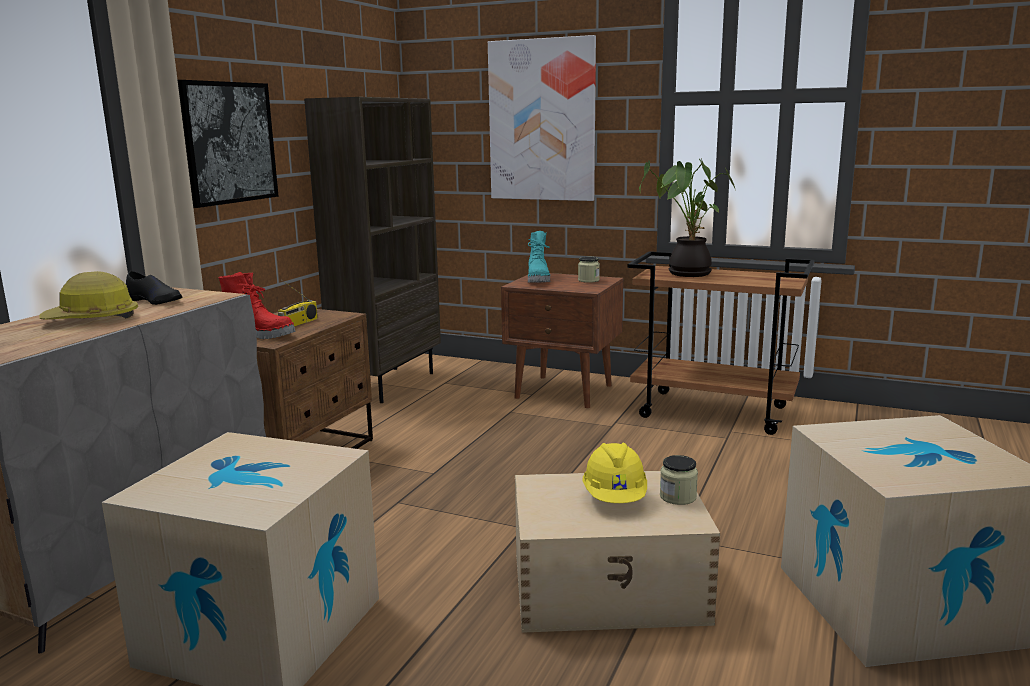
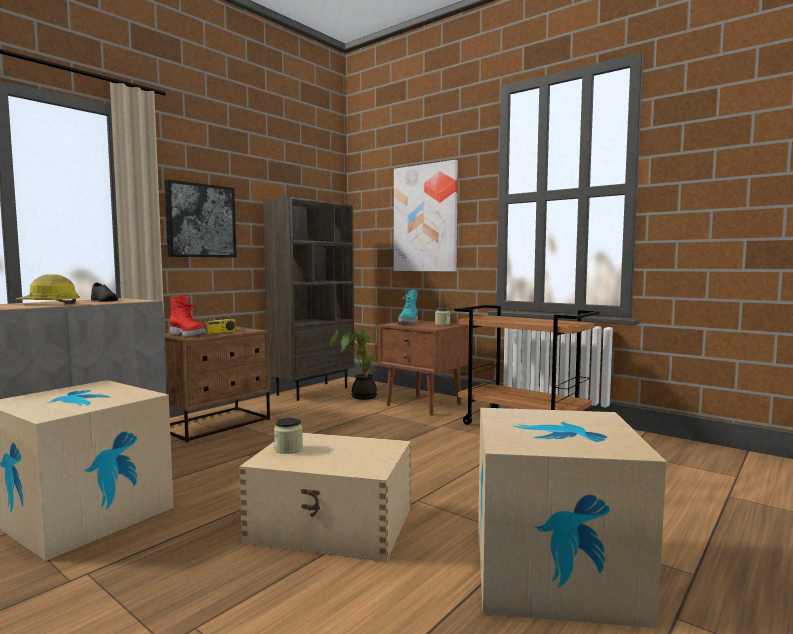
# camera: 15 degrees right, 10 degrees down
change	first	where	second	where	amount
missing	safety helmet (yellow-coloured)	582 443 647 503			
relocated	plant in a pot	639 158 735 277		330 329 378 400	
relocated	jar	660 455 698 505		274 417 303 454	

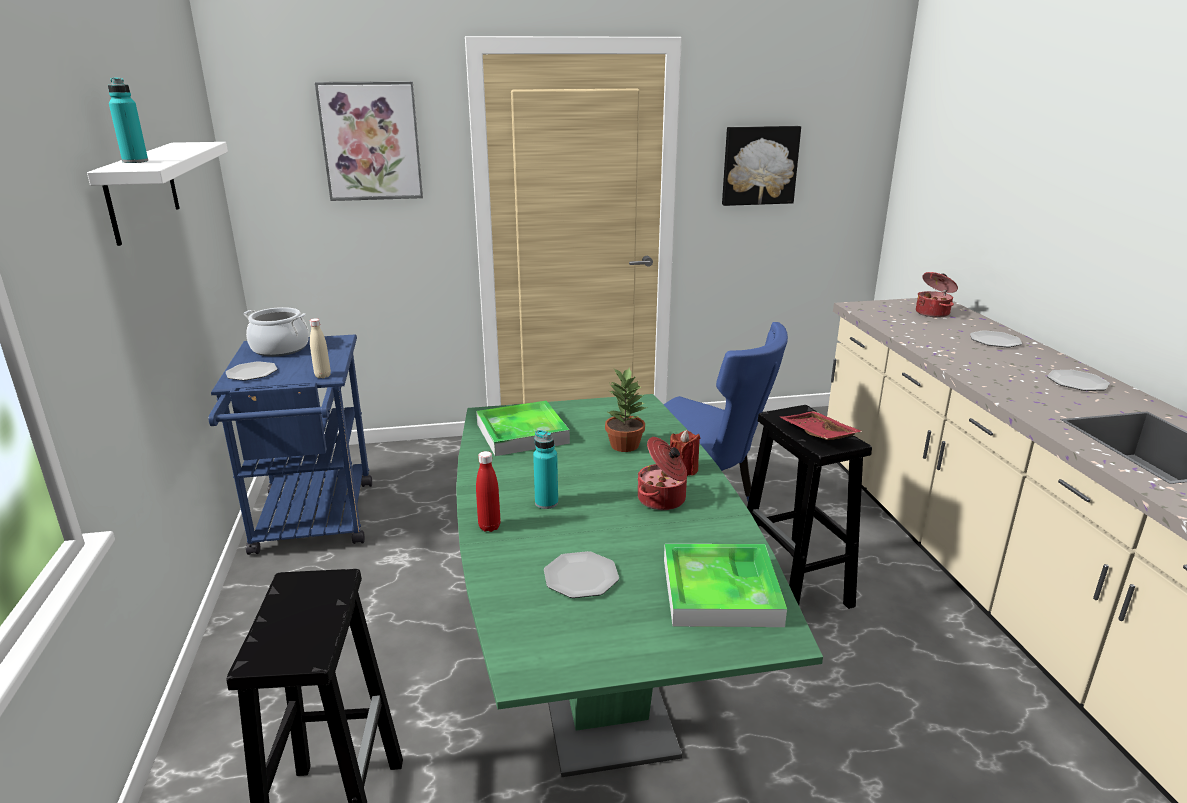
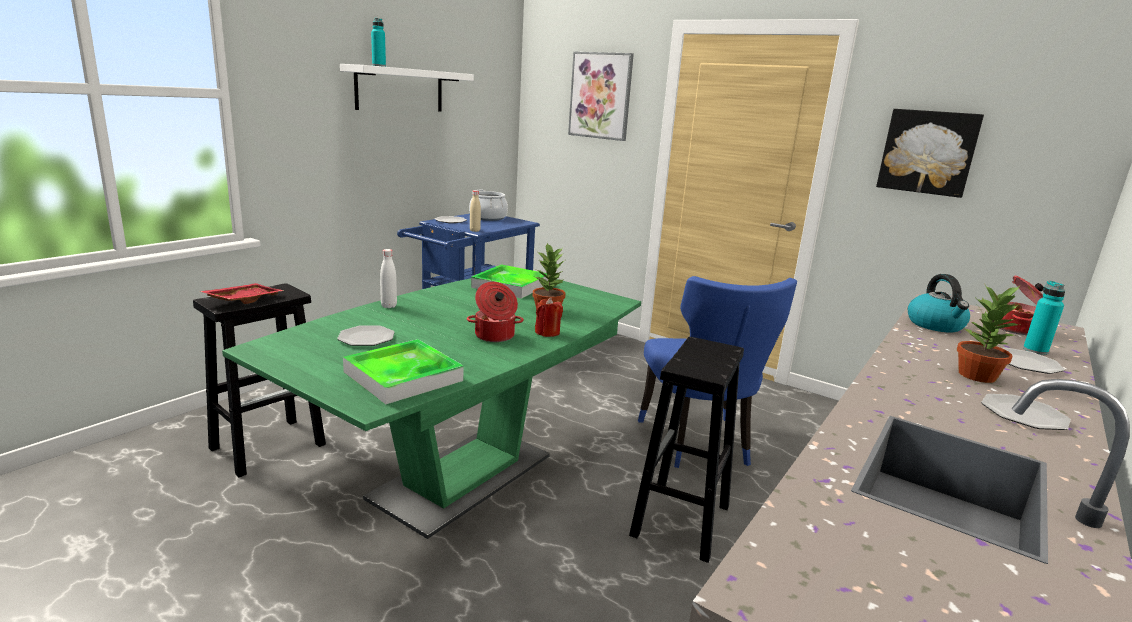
# camera: 45 degrees right, 5 degrees down
change	first	where	second	where	amount
colour	beverage bottle (red)	476 451 500 532	beverage bottle (white)	380 249 397 308	
relocated	beverage bottle (blue-green)	533 430 558 509		1023 281 1065 355	
relocated	tray (red)	780 411 863 440		200 283 283 304	
appeared			water kettle	908 274 970 332	
appeared			plant in a pot	957 285 1021 383	

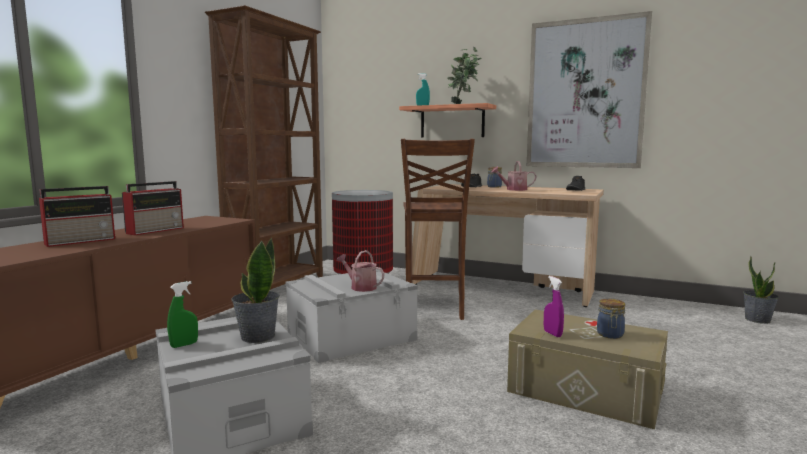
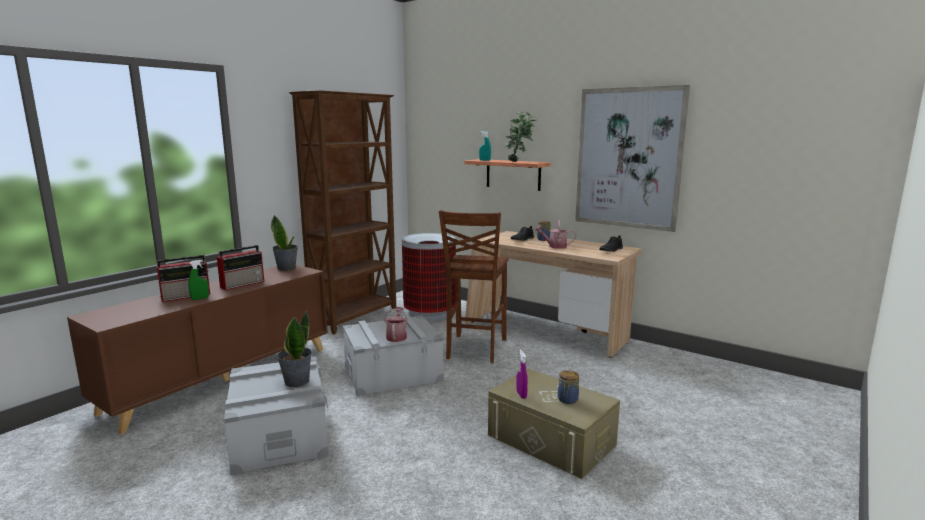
# camera: 10 degrees right, 5 degrees up
change	first	where	second	where	amount
relocated	spray bottle (green-coloured)	167 281 198 348		188 260 209 300	
spun	watering pot	336 250 384 292		384 307 408 342	45 degrees clockwise
relocated	plant in a pot	743 256 779 324		271 215 298 271	

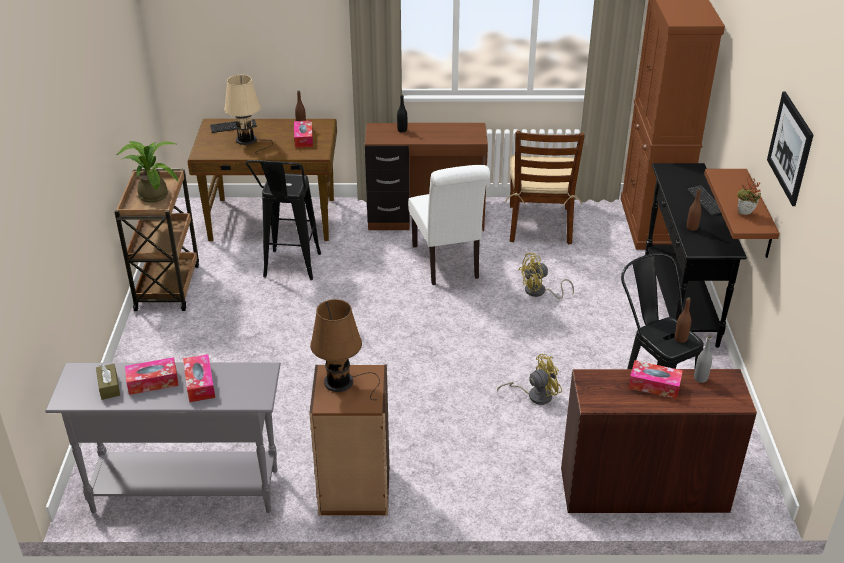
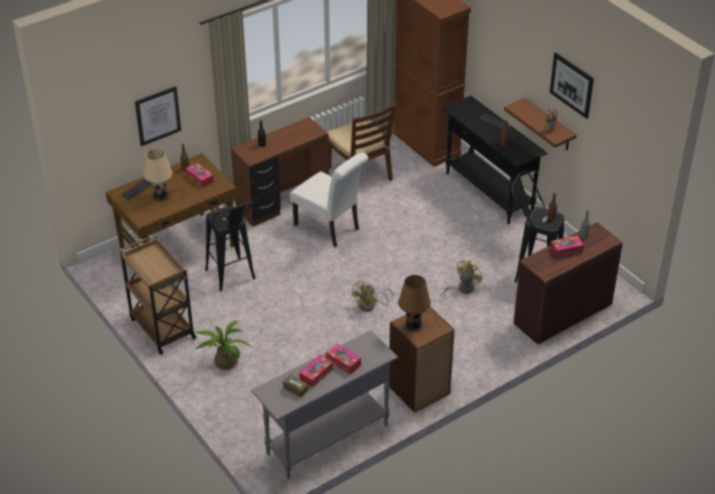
# camera: 35 degrees left, 5 degrees up
change	first	where	second	where	amount
relocated	plant in a pot	116 141 178 203		195 321 250 370	
relocated	fan (yellow-coloured)	519 253 574 299		351 280 393 311	
appeared			wall art	135 86 181 146	

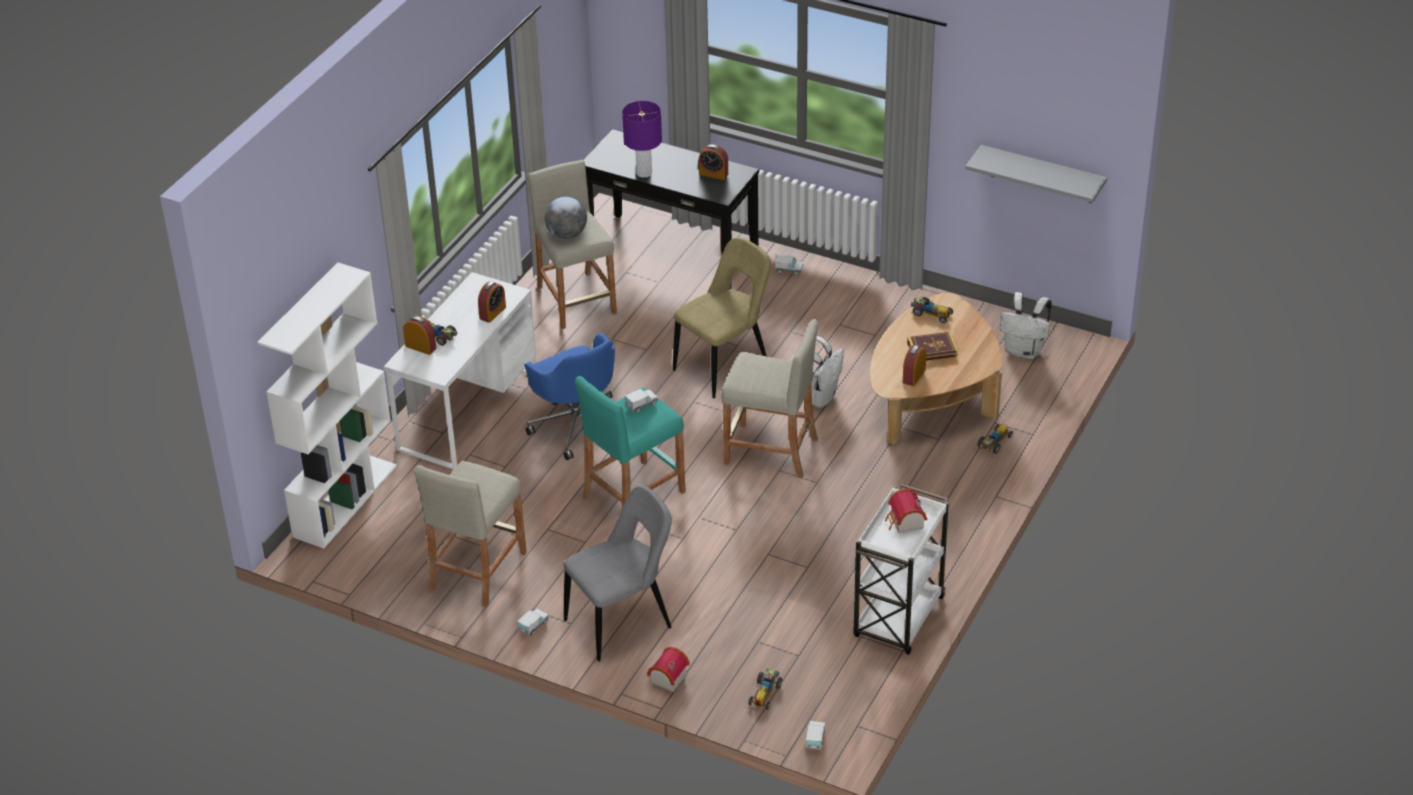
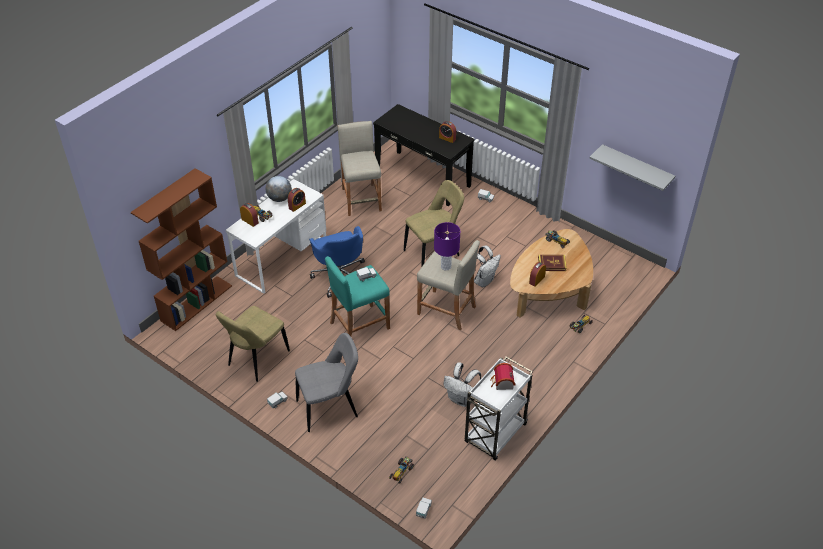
# camera: 10 degrees right, 5 degrees up
change	first	where	second	where	amount
colour	shelving unit (white)	257 262 397 549	shelving unit (brown)	131 168 232 331	
exchanged	stool seat (sand-coloured)	414 461 527 607	plain chair (sand-coloured)	216 306 290 382	
relocated	globe	545 197 587 239		266 176 292 202	
relocated	table lamp (purple)	622 101 662 178		434 222 460 271	
missing	miniature house	647 647 690 692			
relocated	knapsack (white)	1000 292 1052 359		443 362 481 407	

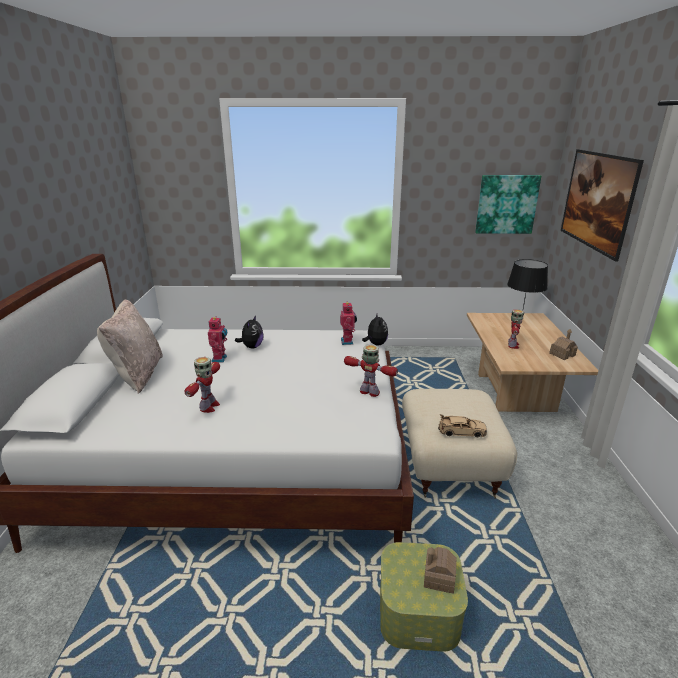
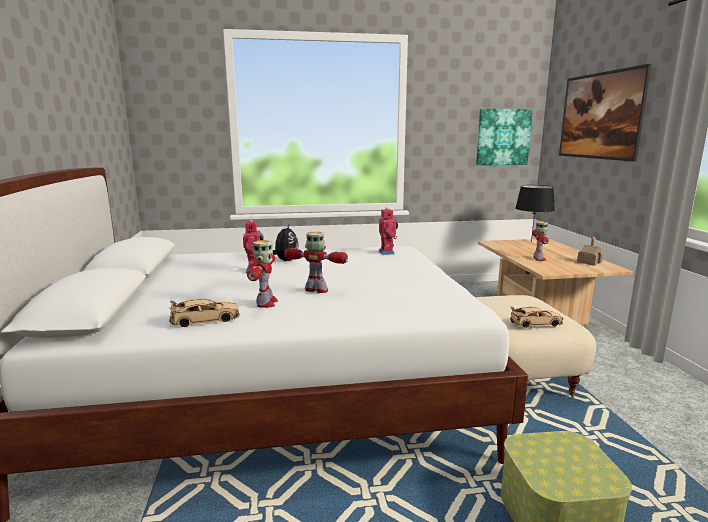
# camera: 10 degrees left, 10 degrees down
change	first	where	second	where	amount
missing	pillow (sand-coloured)	97 300 163 394			
relocated	toy robot	344 345 398 397		284 232 348 293	
missing	plush toy	362 312 388 346			
missing	miniature house	424 547 457 594			
appeared			miniature car (sand-coloured)	169 299 240 327	

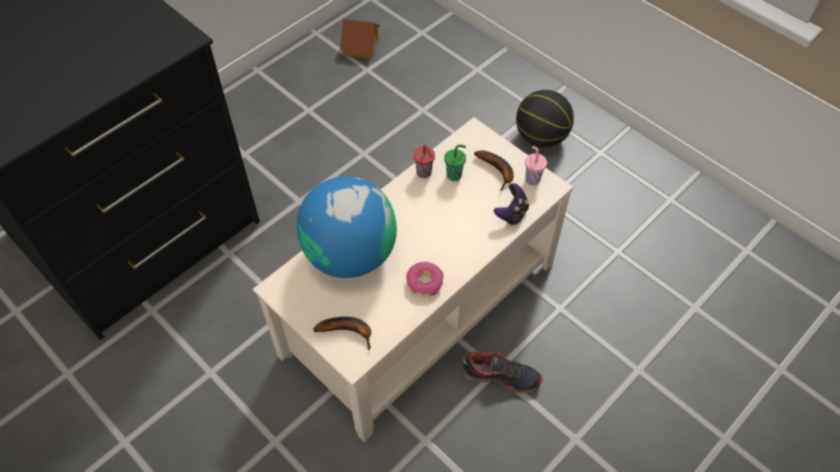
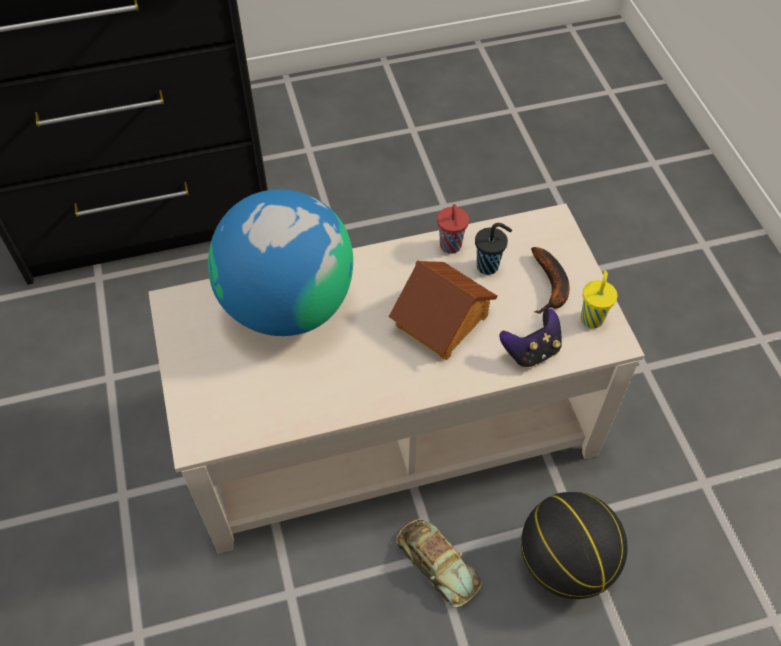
# camera: 30 degrees right, 0 degrees up
change	first	where	second	where	amount
missing	banana	313 317 371 350			
relocated	miniature house	340 19 380 59		389 261 498 360	
missing	donut	406 262 443 297			
colour	cup (green-coloured)	444 145 466 181	cup (black)	475 223 512 275	
exchanged	shoe	461 352 543 394	miniature car	396 519 482 608	
relocated	basketball ball	516 90 574 148		521 492 628 599	
colour	cup (pink)	525 147 547 185	cup (yellow-coloured)	581 270 617 328	

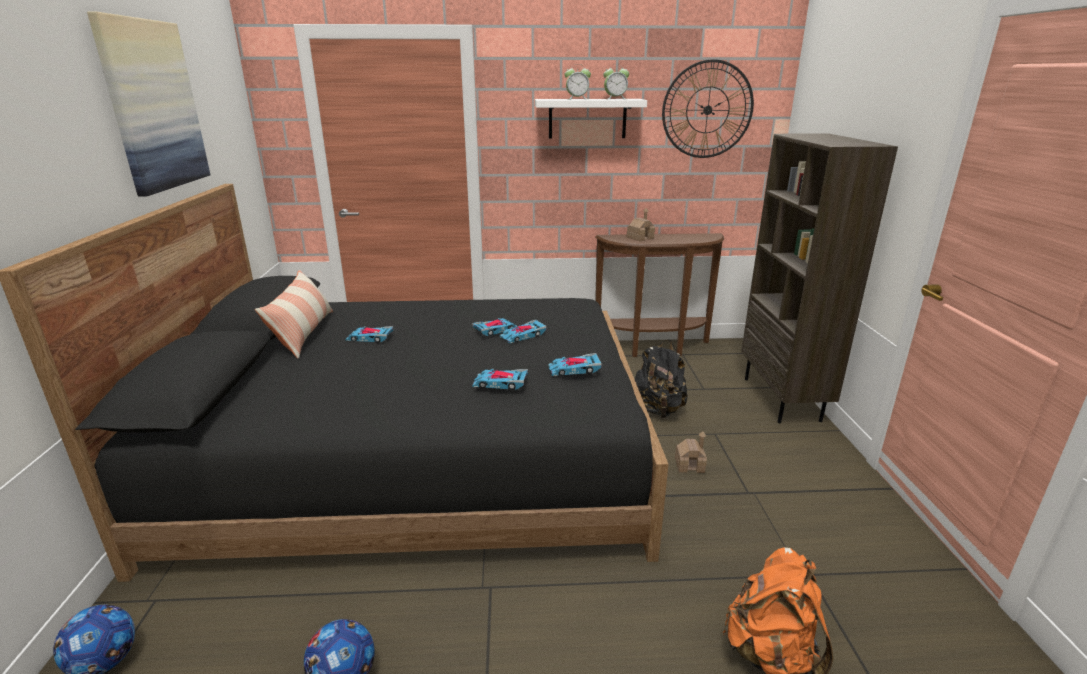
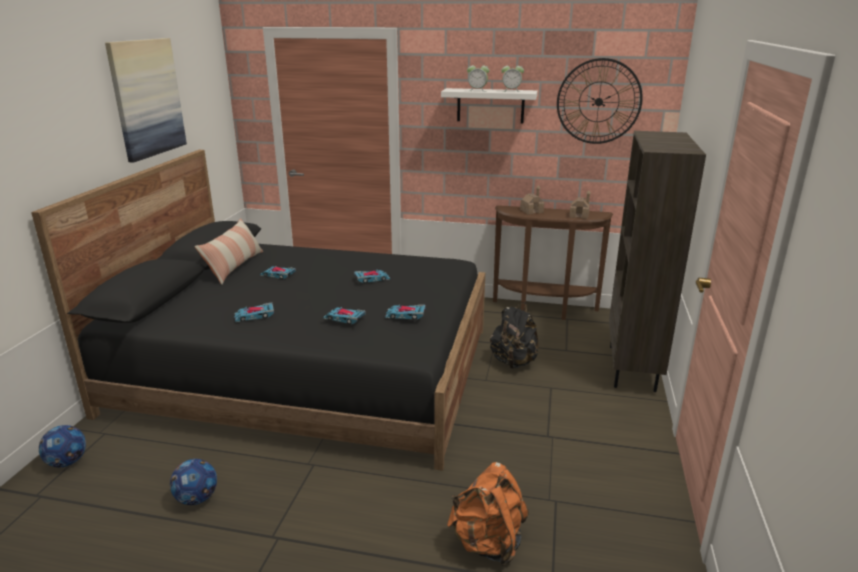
# camera: 15 degrees right, 0 degrees up
change	first	where	second	where	amount
relocated	miniature car	500 320 546 344		234 303 274 322	
relocated	miniature house	675 431 707 473		569 190 591 219	

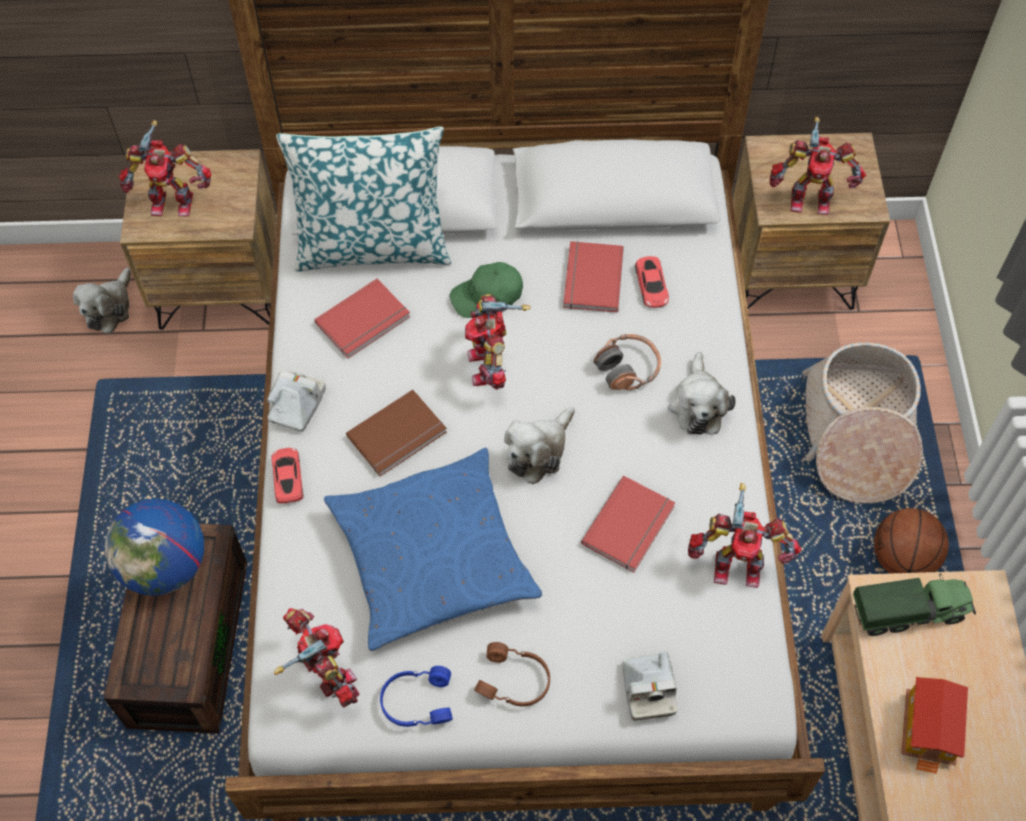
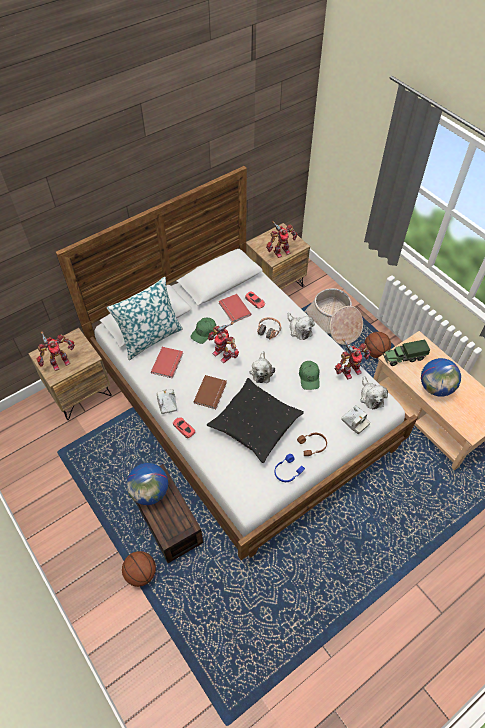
# camera: 35 degrees left, 5 degrees down
change	first	where	second	where	amount
relocated	plush toy	73 267 131 334		360 376 388 410	
missing	toy robot	274 608 360 707			
colour	pillow (blue-coloured)	324 448 542 651	pillow (black)	207 378 304 463	
exchanged	bound book (red)	581 476 675 572	peaked cap (green-coloured)	299 361 320 390	
spun	toy lorry	853 573 976 636		383 340 430 366	150 degrees counterclockwise
exchanged	miniature house	901 677 968 774	globe	421 358 461 397	
appeared			basketball ball	122 551 156 587	

